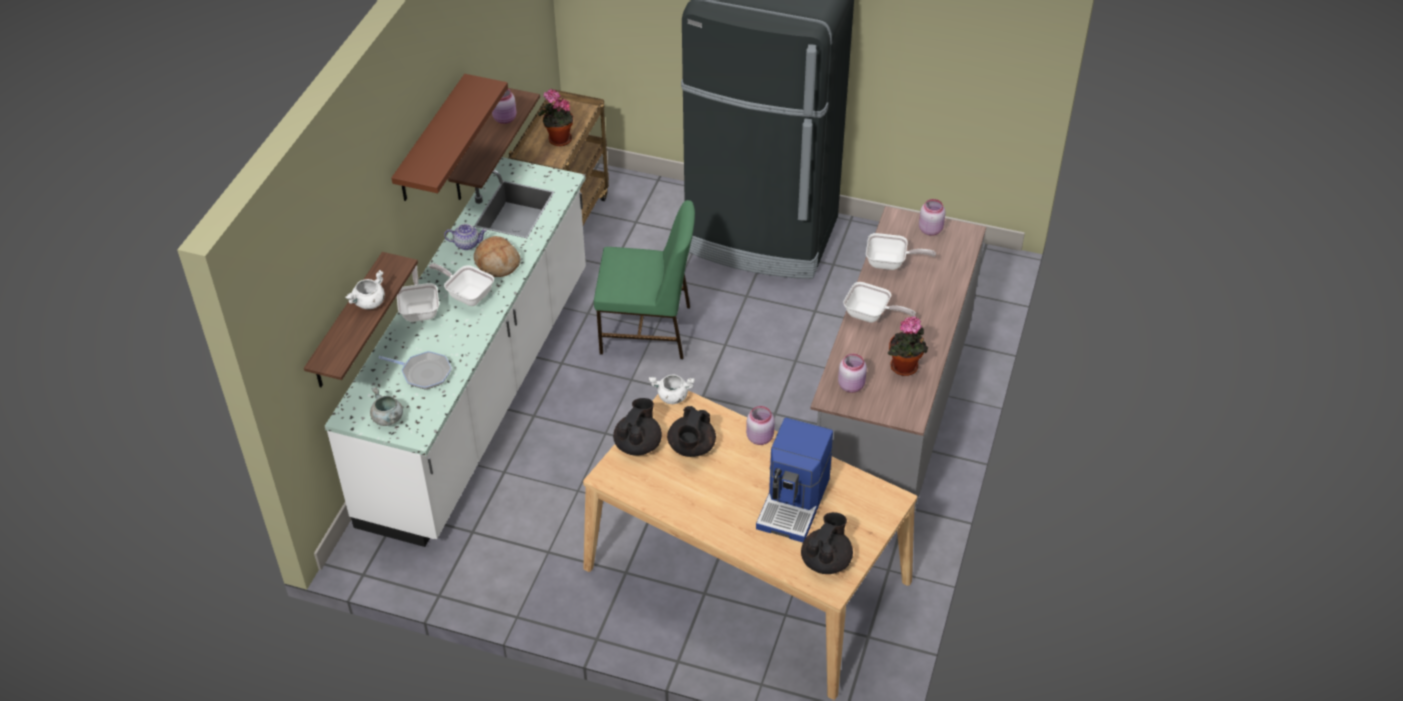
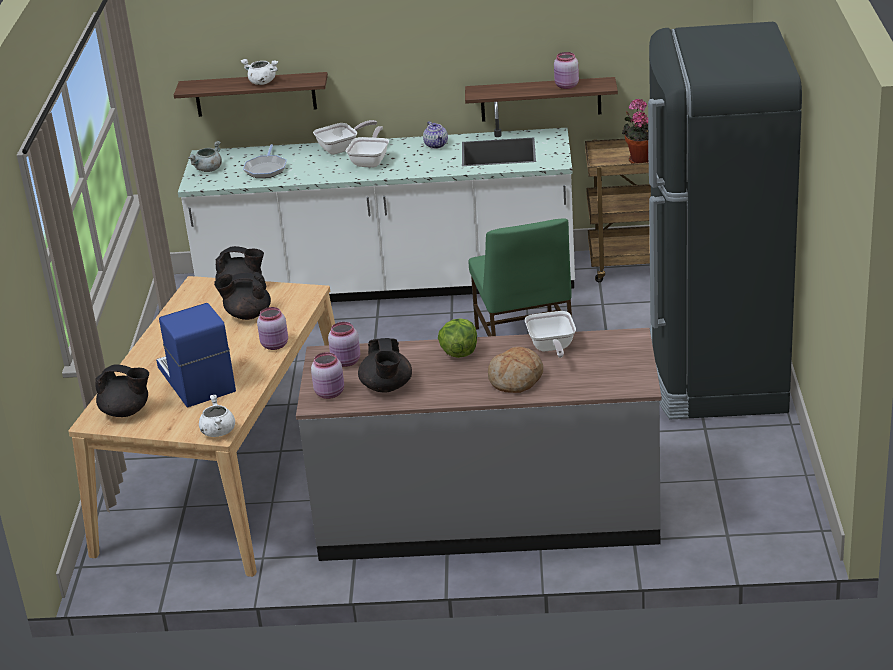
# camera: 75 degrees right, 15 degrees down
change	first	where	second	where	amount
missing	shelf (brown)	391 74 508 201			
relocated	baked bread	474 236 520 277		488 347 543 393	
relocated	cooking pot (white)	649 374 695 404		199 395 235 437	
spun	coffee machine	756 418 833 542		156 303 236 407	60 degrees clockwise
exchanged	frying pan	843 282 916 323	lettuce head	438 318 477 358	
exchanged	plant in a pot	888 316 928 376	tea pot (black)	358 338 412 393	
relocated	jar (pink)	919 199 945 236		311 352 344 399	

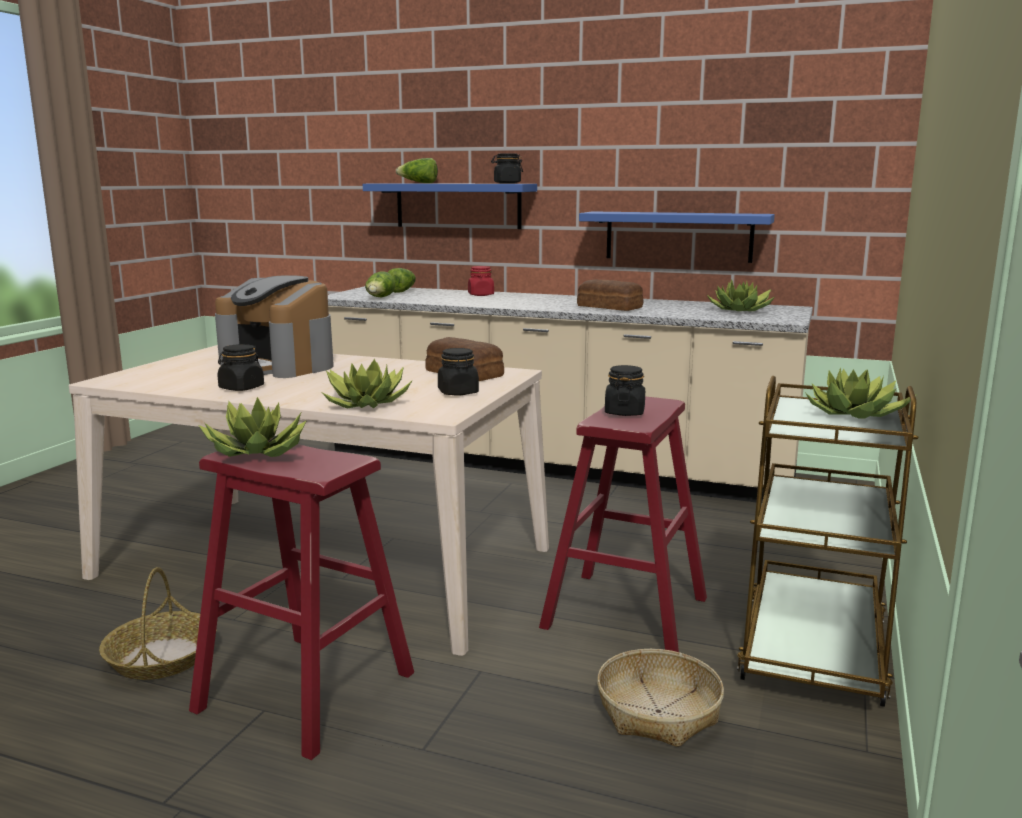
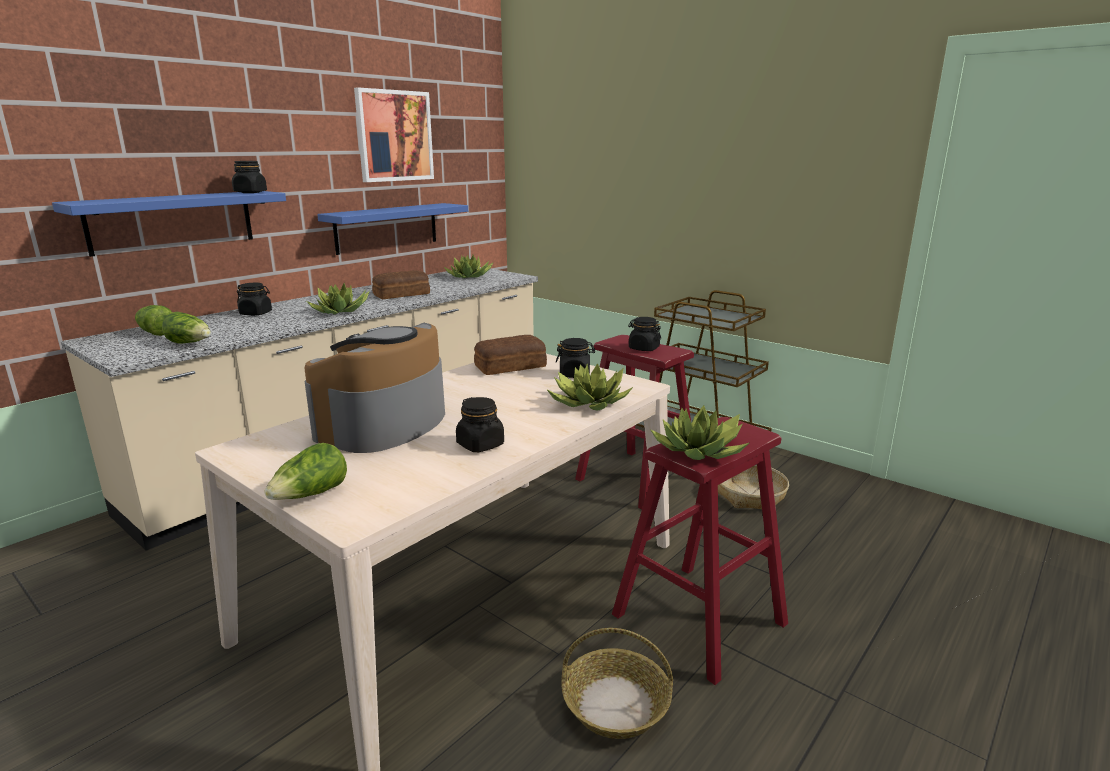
# camera: 70 degrees left, 5 degrees up
change	first	where	second	where	amount
spun	coffee machine	215 275 334 378		304 323 445 453	150 degrees clockwise
relocated	lettuce head	396 158 438 183		264 443 347 500	
colour	jar (red)	468 266 494 296	jar (black)	237 283 272 316	
relocated	plant in a pot	806 367 917 419		306 283 370 315	
appeared			wall art	354 87 434 182	

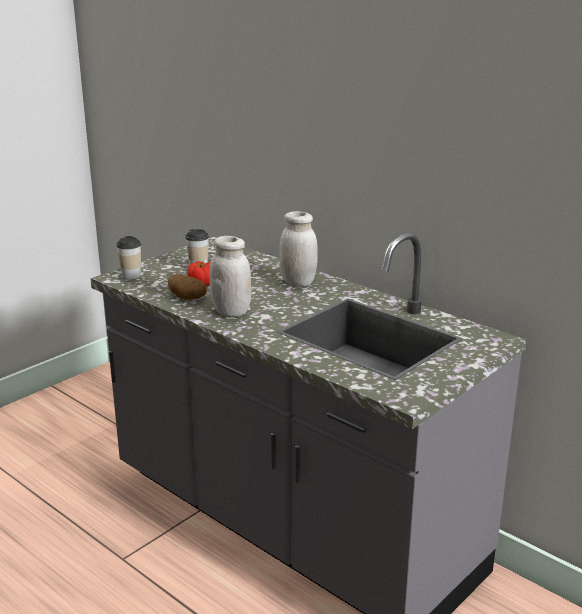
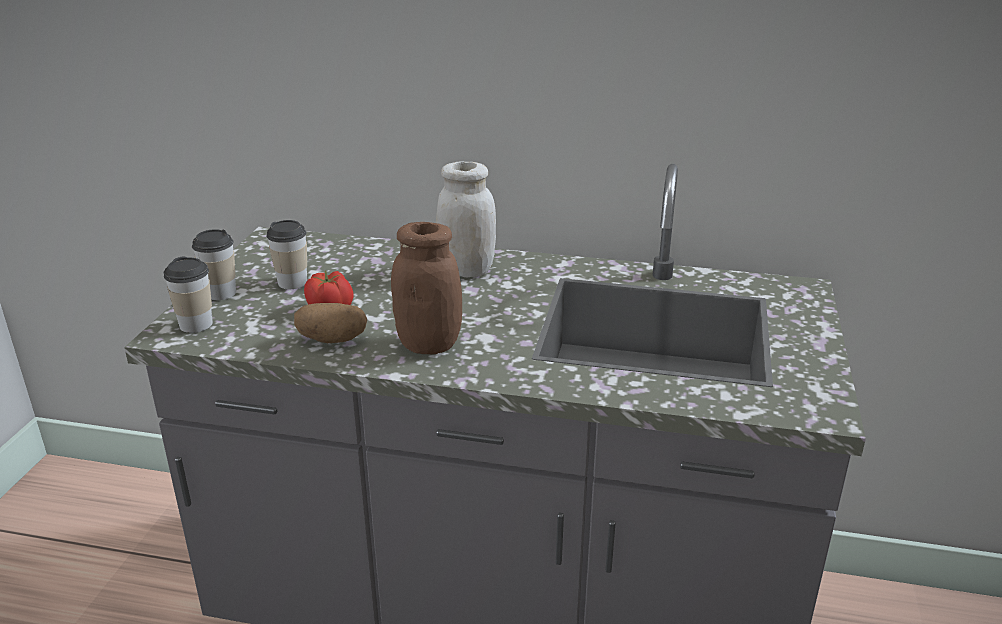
# camera: 30 degrees left, 5 degrees up
change	first	where	second	where	amount
colour	jar (white)	210 236 251 317	jar (brown)	391 222 462 354	
appeared			cup	192 229 236 300	

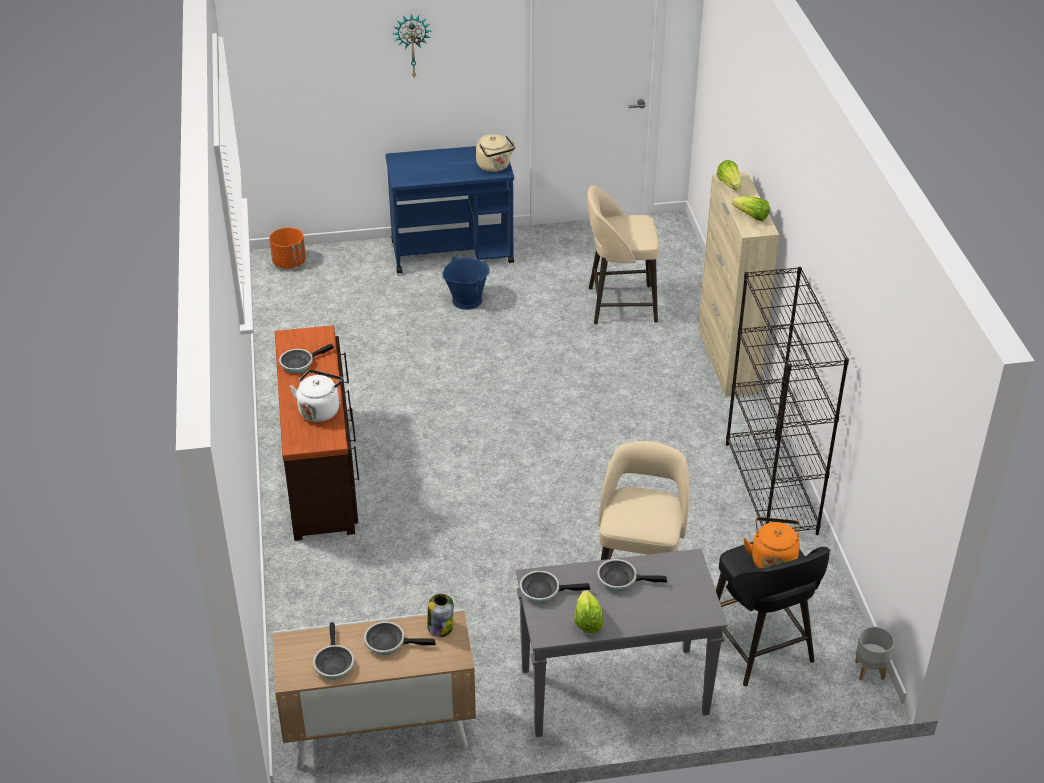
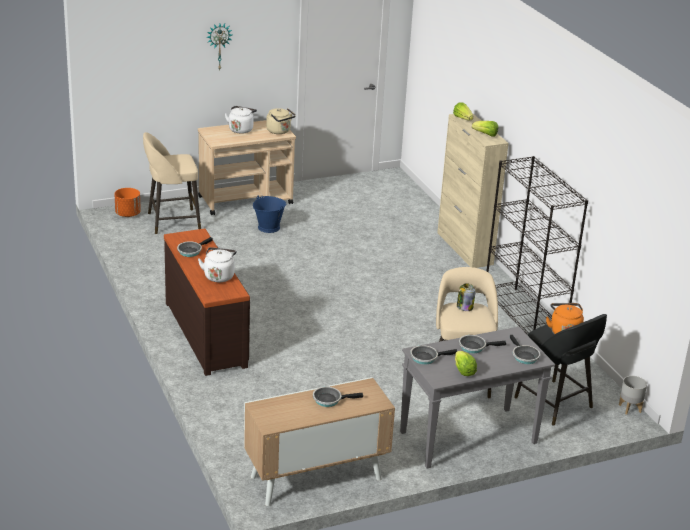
# camera: 15 degrees left, 10 degrees down
change	first	where	second	where	amount
relocated	frying pan	313 622 354 679		510 335 540 364	
colour	cart (blue-coloured)	385 146 514 274	cart (sand-coloured)	198 120 296 215	
relocated	jar	427 594 454 637		457 283 476 311	
relocated	stool seat (sand-coloured)	587 185 659 325		143 132 201 234	
appeared			water kettle (white)	225 106 257 134	

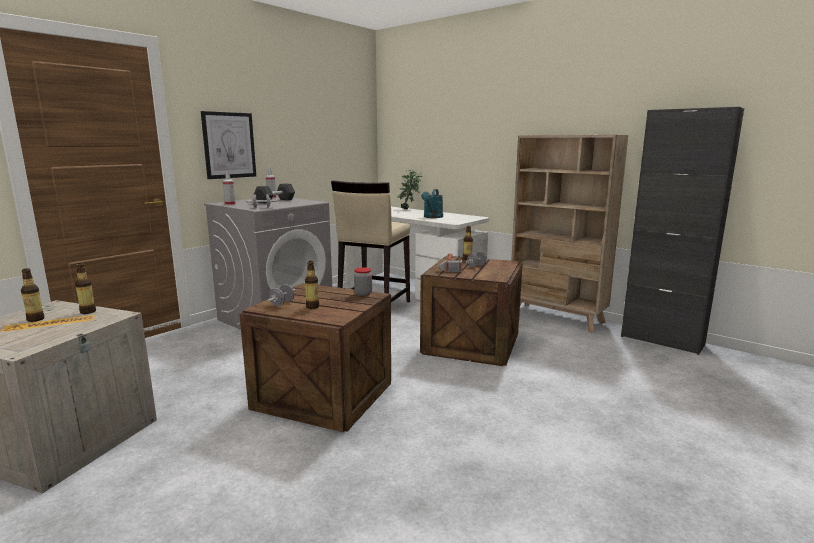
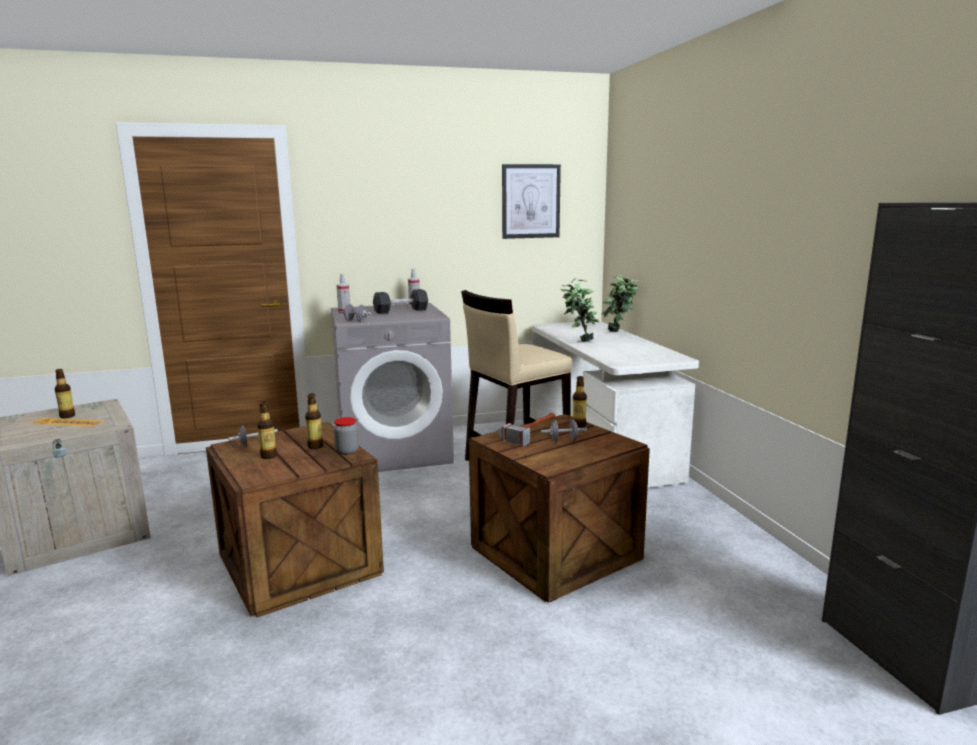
# camera: 35 degrees right, 0 degrees up
change	first	where	second	where	amount
relocated	beverage bottle	75 263 96 314		305 393 323 449	
relocated	wall art	201 111 256 179		502 164 561 239	
missing	watering pot (blue-green)	421 189 443 218			
missing	shelving unit (sand-coloured)	511 135 628 332			
appeared			plant in a pot	561 278 600 342	

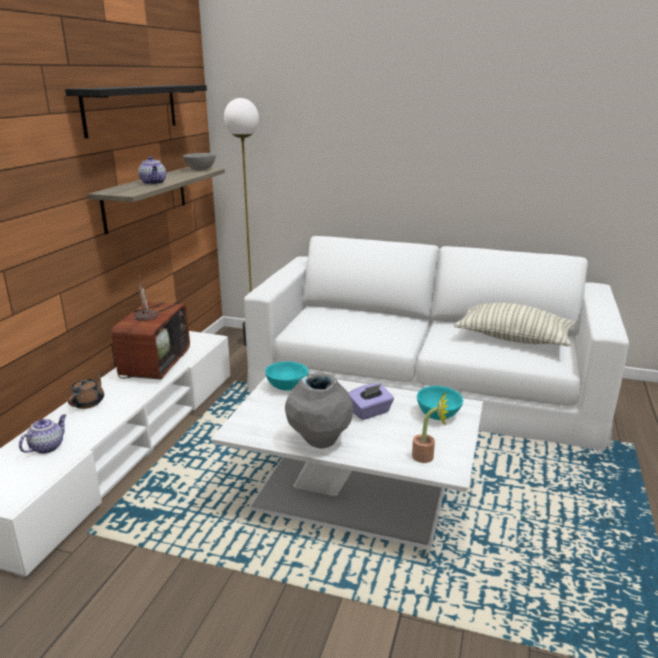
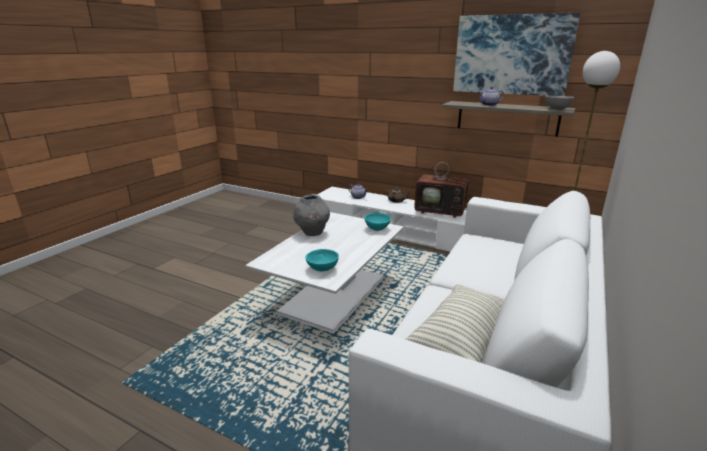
# camera: 100 degrees right, 0 degrees up
change	first	where	second	where	amount
exchanged	shelf (black)	65 85 207 139	wall art	453 12 580 96	
missing	box of tissues (purple)	349 383 394 420			
missing	plant in a pot	412 392 449 463			

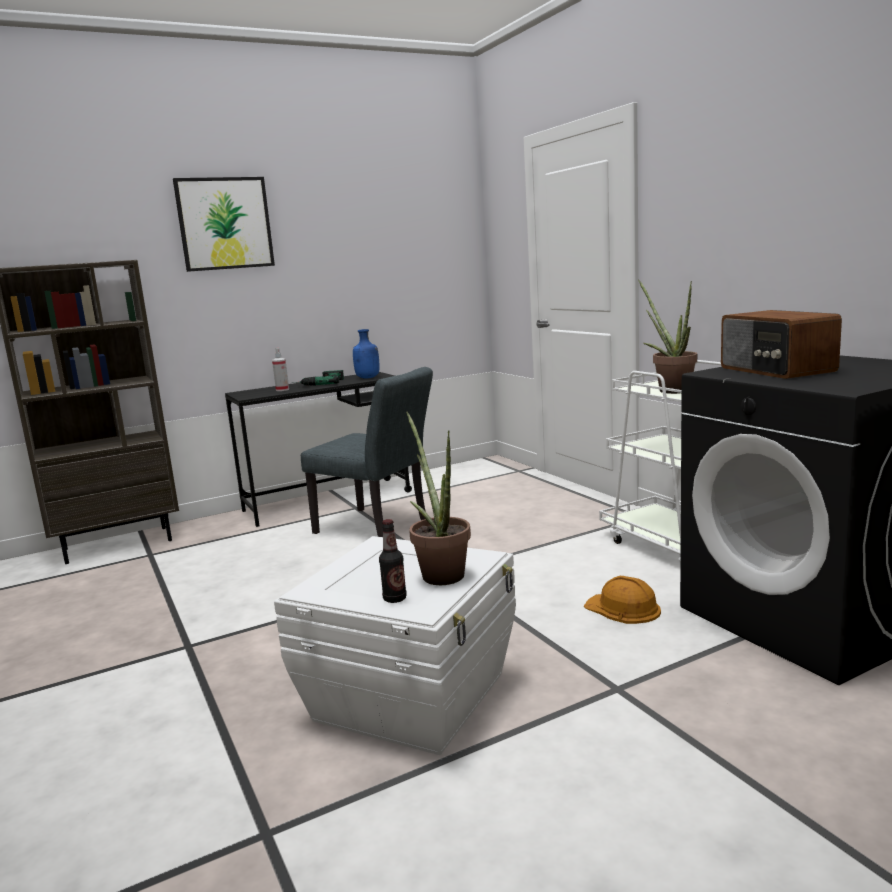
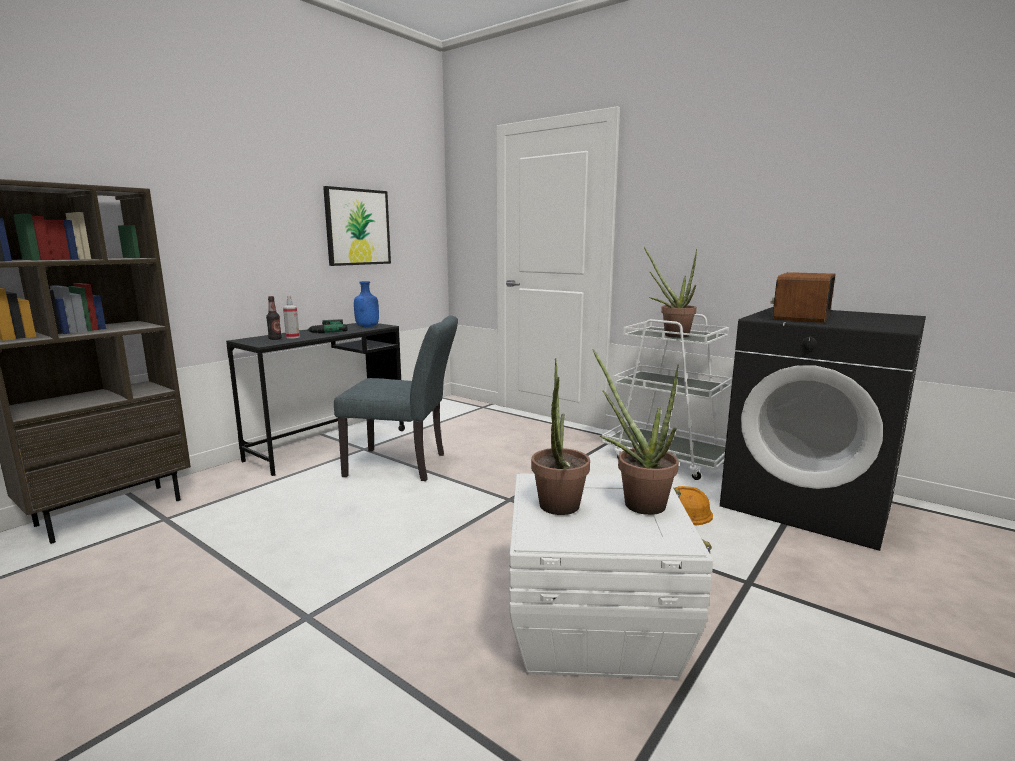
# camera: 25 degrees left, 0 degrees up
change	first	where	second	where	amount
relocated	wall art	173 177 275 272		323 186 391 266	
relocated	beverage bottle	379 519 407 603		266 296 282 340	
spun	radio receiver	721 310 842 379		771 272 835 323	75 degrees clockwise
appeared			plant in a pot	531 358 590 515	

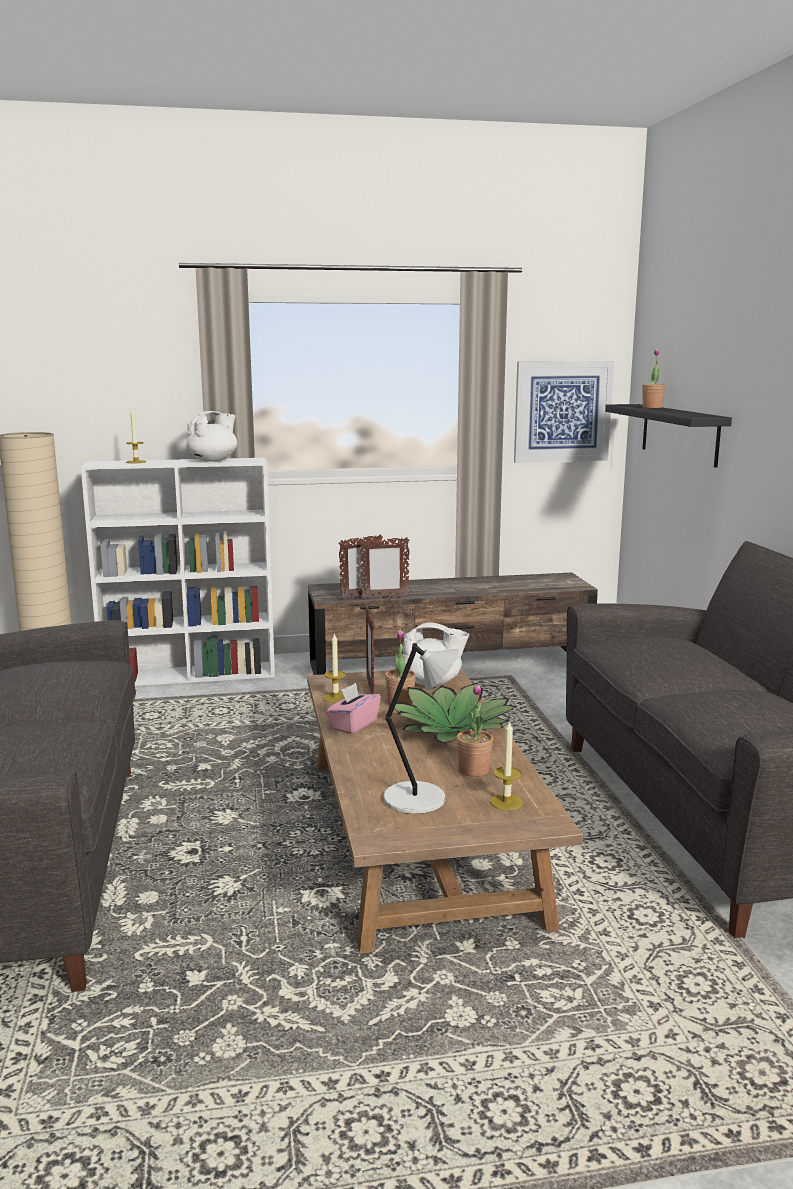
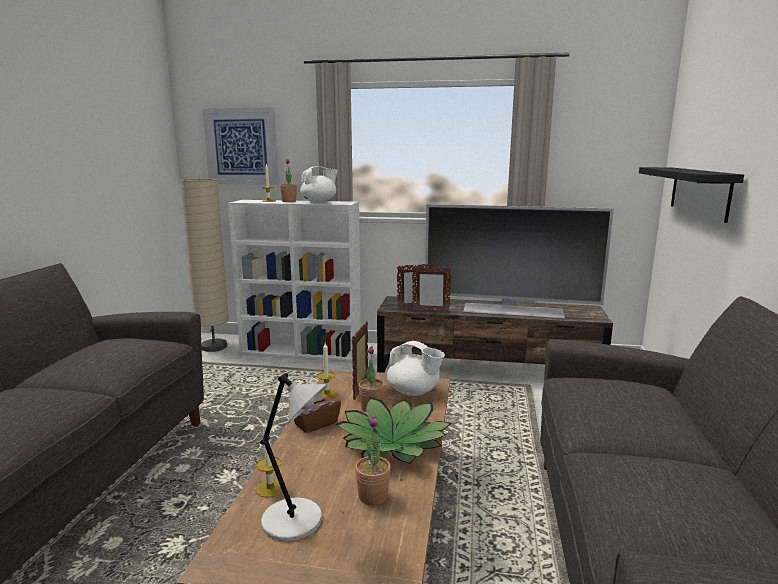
# camera: 20 degrees right, 0 degrees up
change	first	where	second	where	amount
colour	box of tissues (pink)	326 683 381 734	box of tissues (brown)	294 393 341 433	
relocated	wax candle	490 720 523 810		256 420 282 498	
relocated	wall art	514 361 614 463		202 108 279 185	
relocated	plant in a pot	642 348 666 408		280 159 297 202	
appeared			TV	425 204 614 319	

